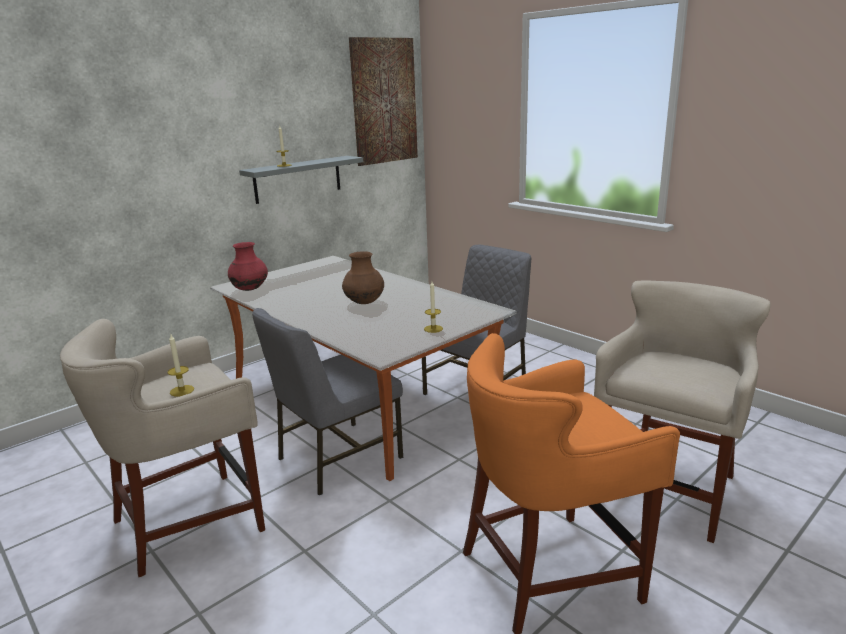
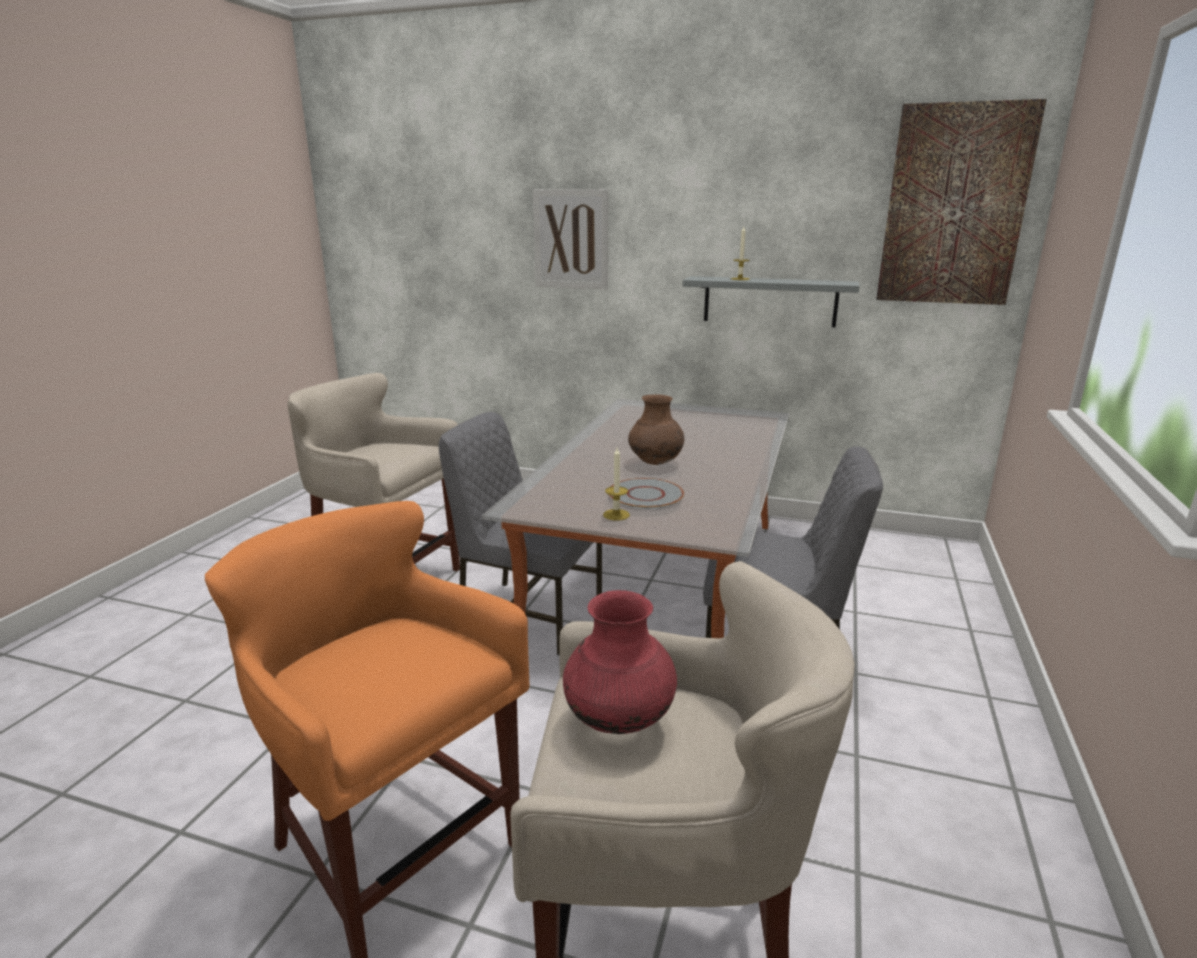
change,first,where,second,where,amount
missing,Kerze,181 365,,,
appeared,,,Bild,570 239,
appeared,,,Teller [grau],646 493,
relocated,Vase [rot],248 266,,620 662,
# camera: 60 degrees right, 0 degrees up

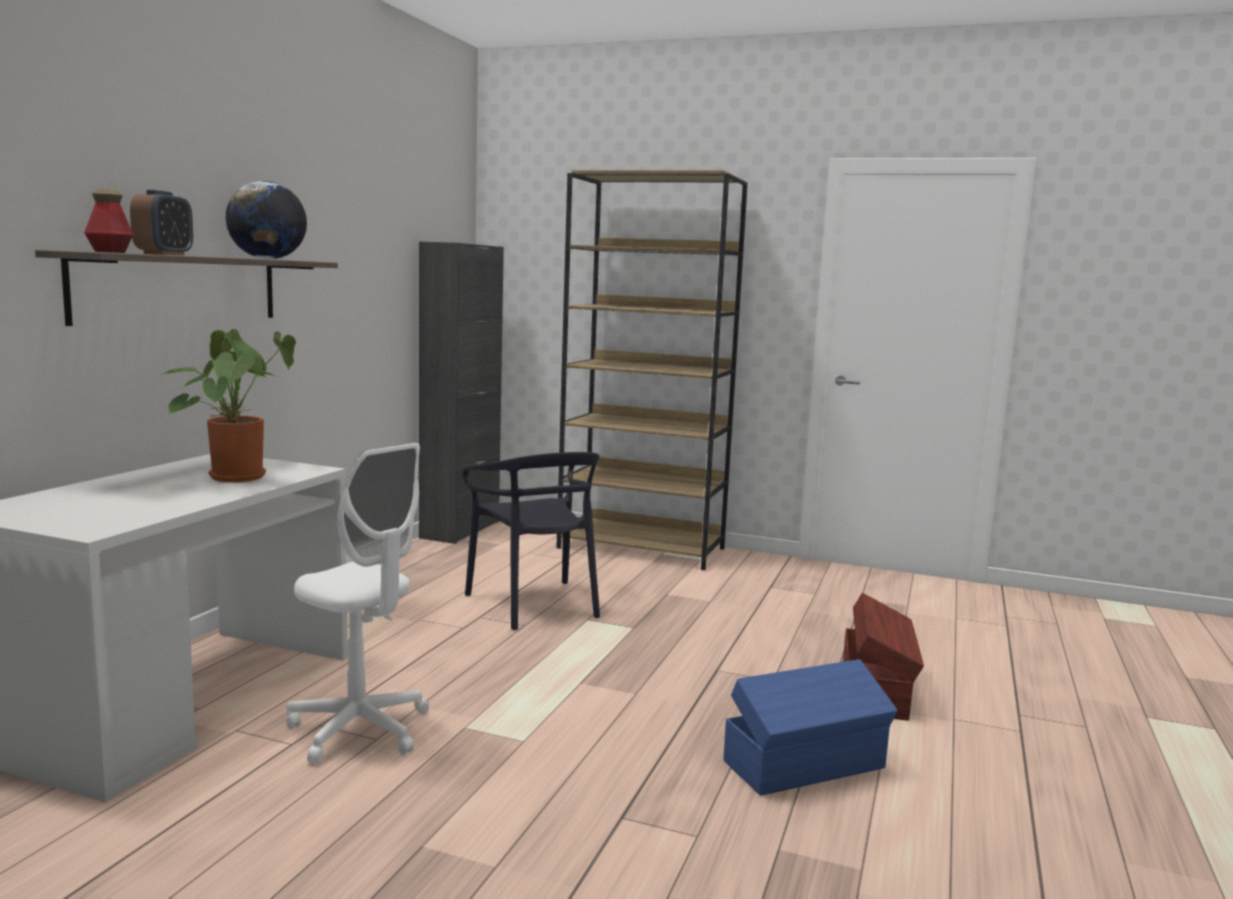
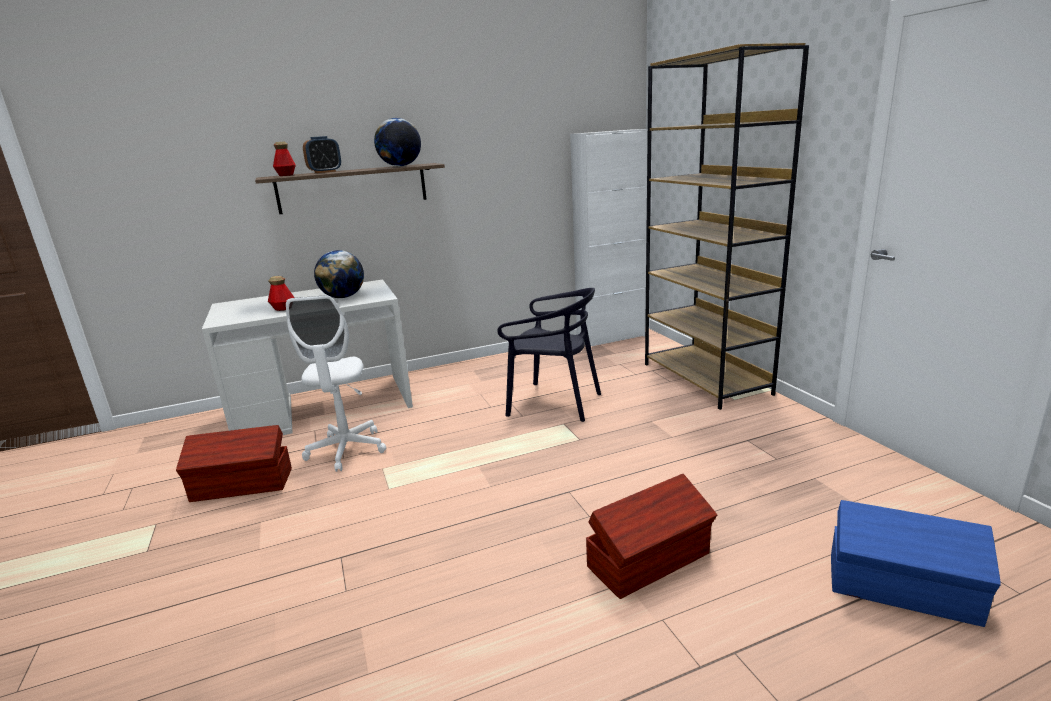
change,first,where,second,where,amount
appeared,,,Aufbewahrungsbox [braun],234 463,
appeared,,,Flasche,281 293,
relocated,Aufbewahrungsbox [blau],811 727,,916 563,
exchanged,Topfpflanze,227 405,Globus,339 274,
colour,Schrank [schwarz],461 393,Schrank [weiß],608 237,
spun,Stuhl [schwarz],531 541,,549 355,90 degrees counterclockwise
# camera: 50 degrees right, 10 degrees up

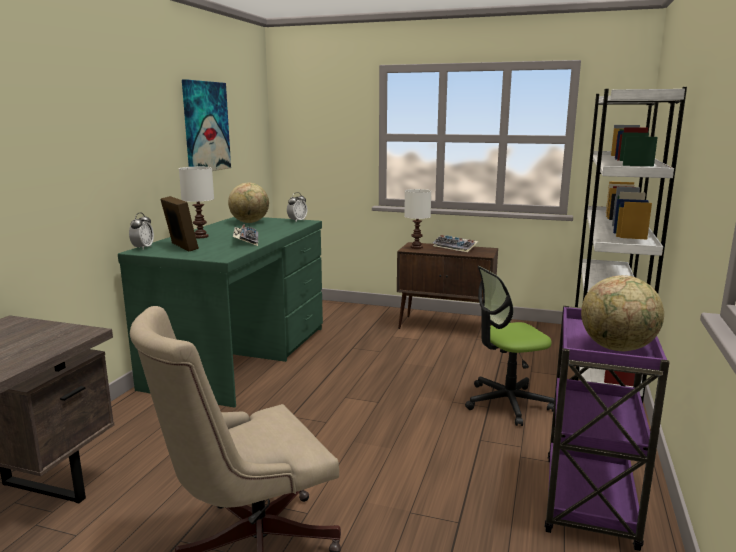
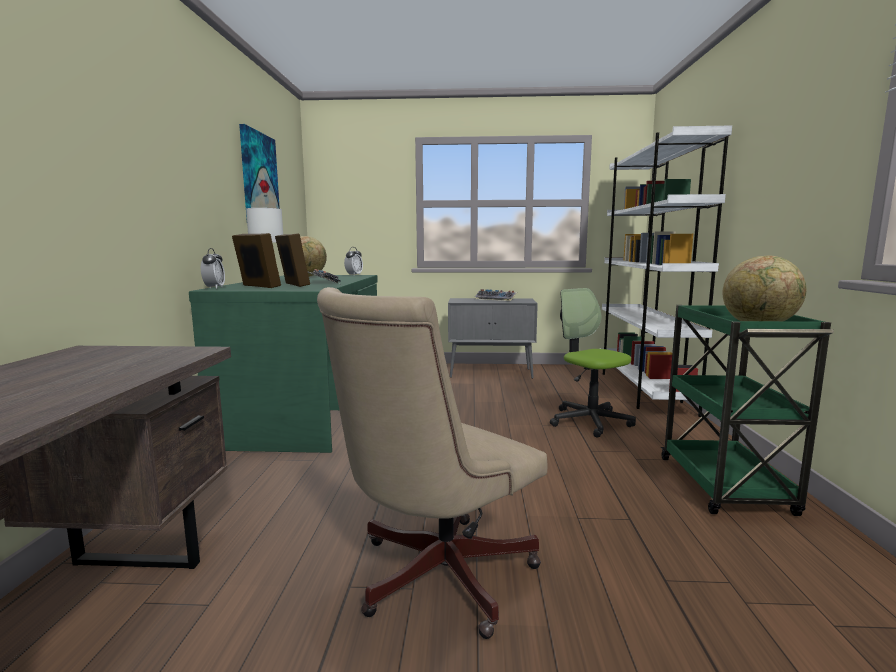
change,first,where,second,where,amount
missing,Tischlampe [weiß],417 219,,,
appeared,,,Bilderrahmen,292 260,
colour,Schrank [braun],447 285,Schrank [grau],493 338,
colour,Rollwagen [lila],607 428,Rollwagen [grün],747 410,
spun,Bürostuhl,509 346,,593 363,90 degrees clockwise
# camera: 15 degrees left, 5 degrees down

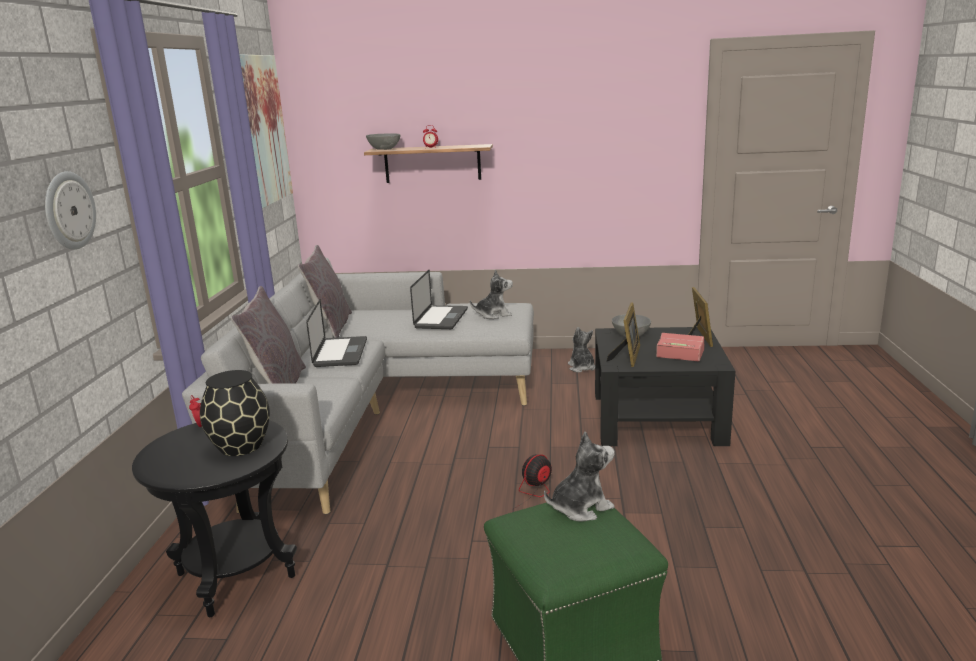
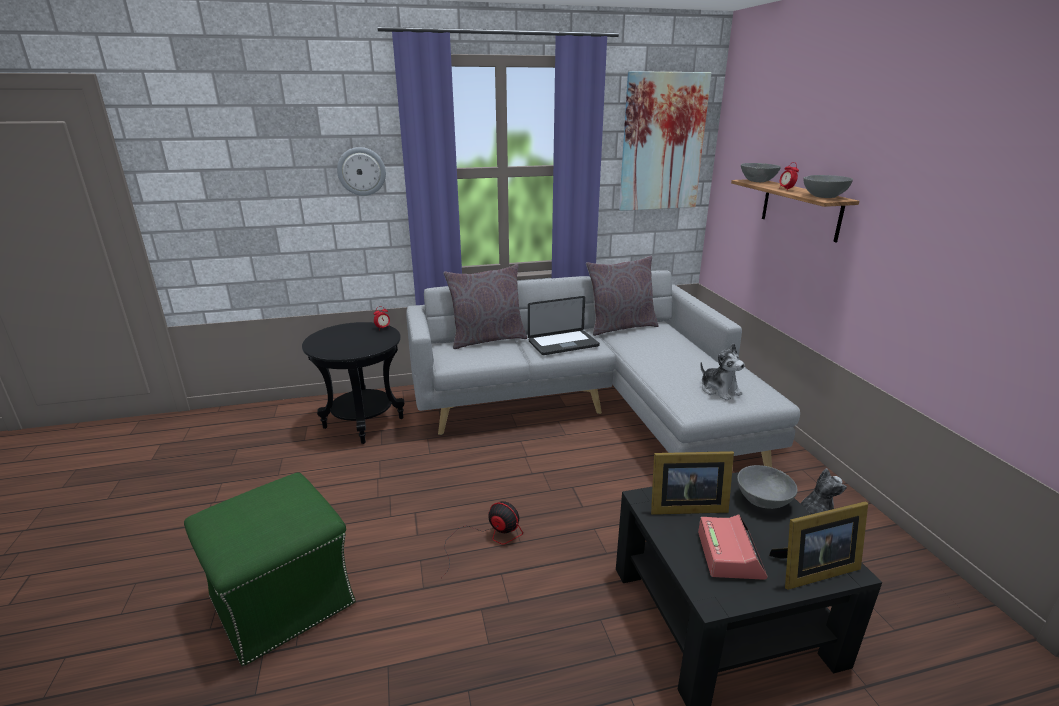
change,first,where,second,where,amount
missing,Vase [schwarz],235 413,,,
missing,Laptop,439 299,,,
missing,Plüschtier,579 477,,,
appeared,,,Schüssel [grau],828 186,
# camera: 70 degrees right, 5 degrees up

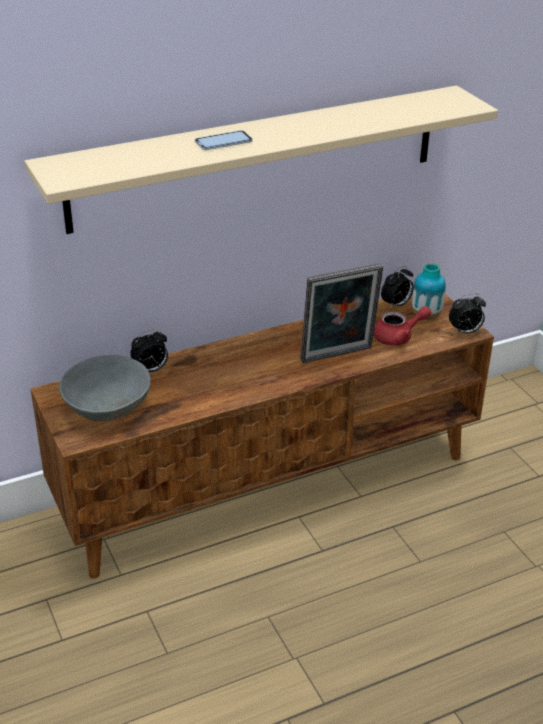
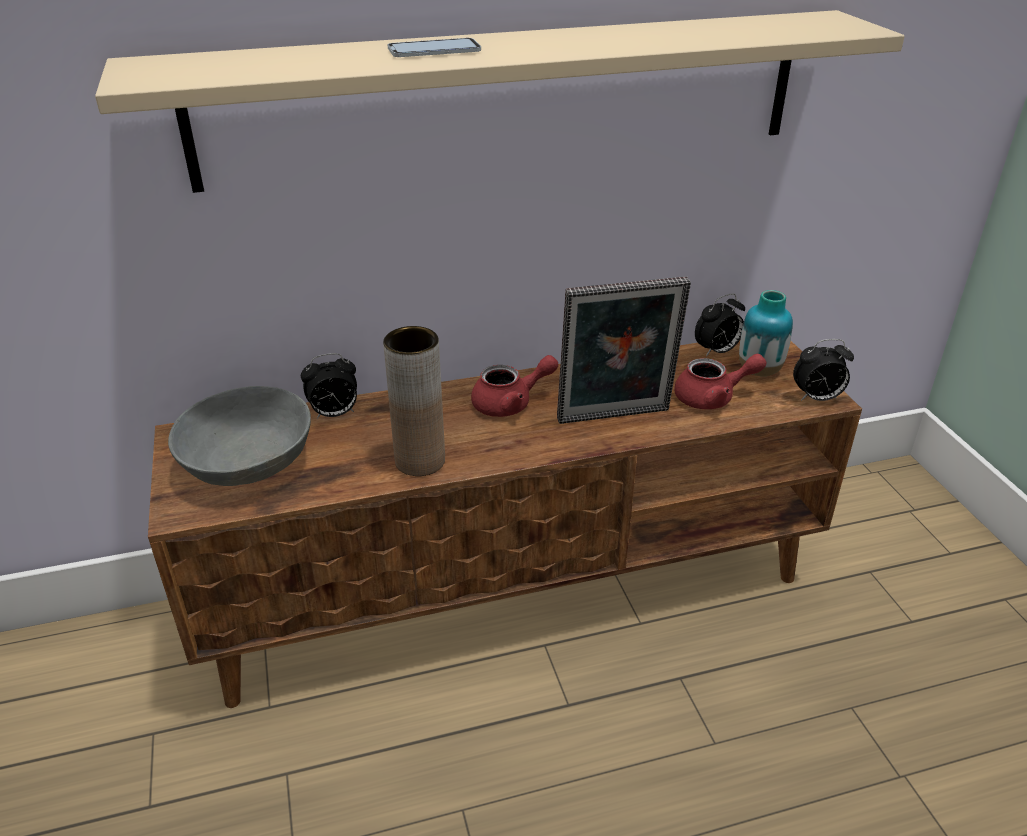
change,first,where,second,where,amount
appeared,,,Vase [braun],414 401,
appeared,,,Teekanne [rot],514 386,
# camera: 10 degrees right, 0 degrees up

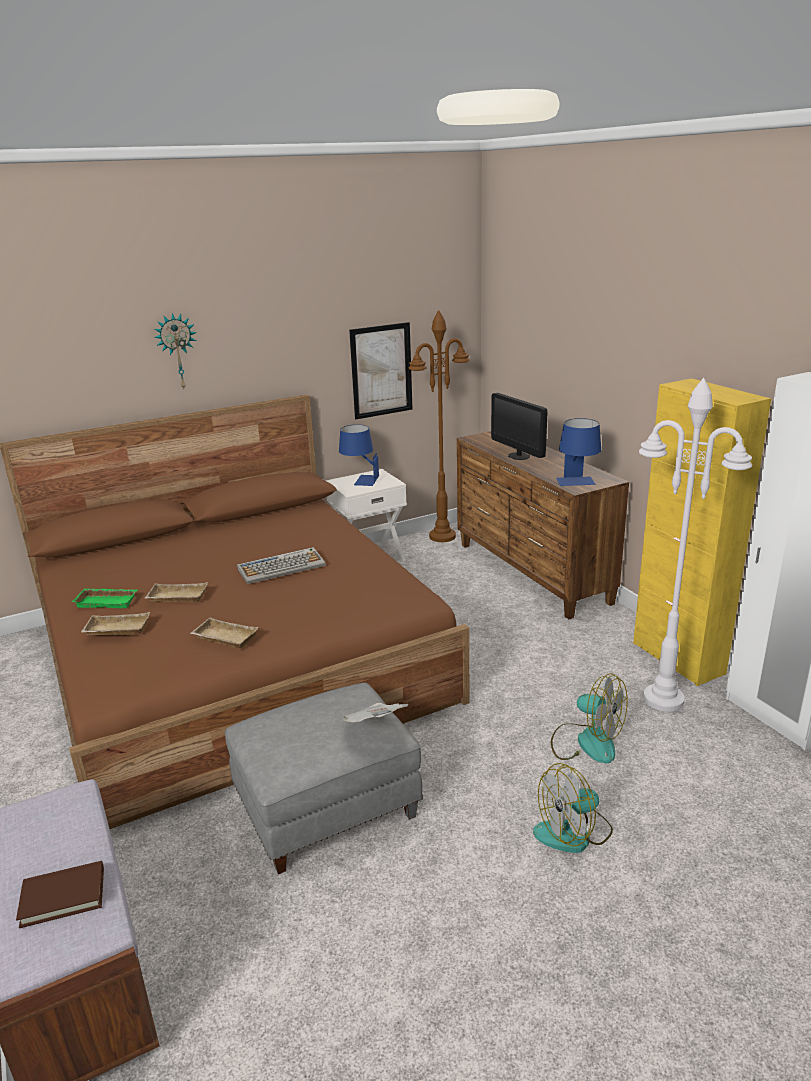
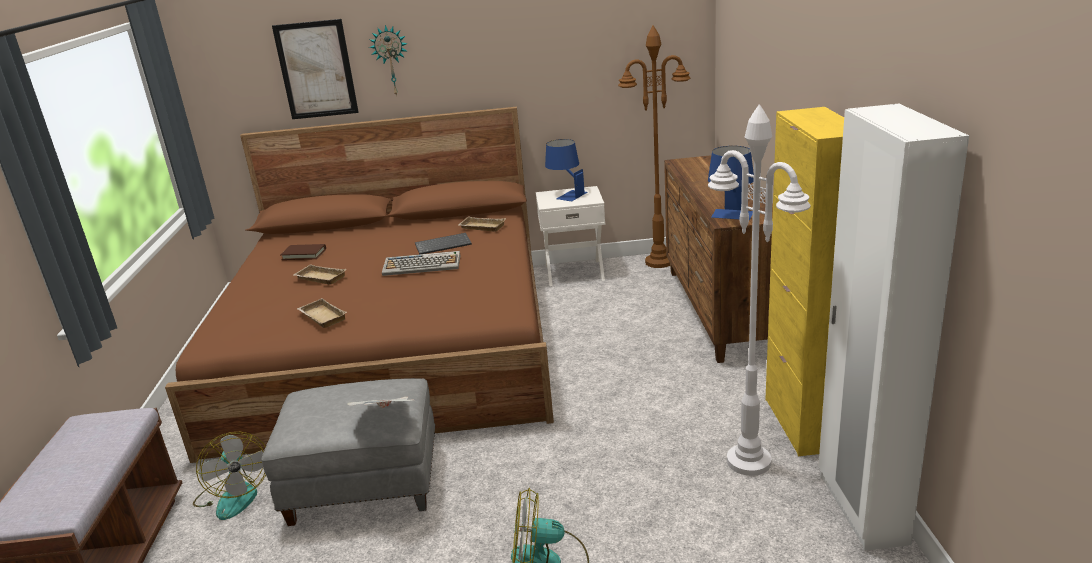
change,first,where,second,where,amount
missing,Tablett [grün],104 598,,,
missing,Monitor,519 426,,,
appeared,,,Tastatur,443 243,
relocated,Buch [braun],60 894,,303 252,
relocated,Tablett [beige],115 623,,482 224,
relocated,Bild,381 370,,315 69,
relocated,Ventilator,589 718,,229 476,
# camera: 25 degrees right, 0 degrees up

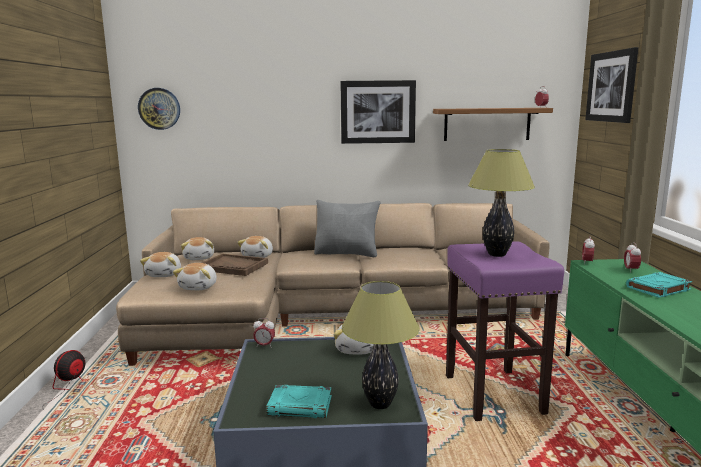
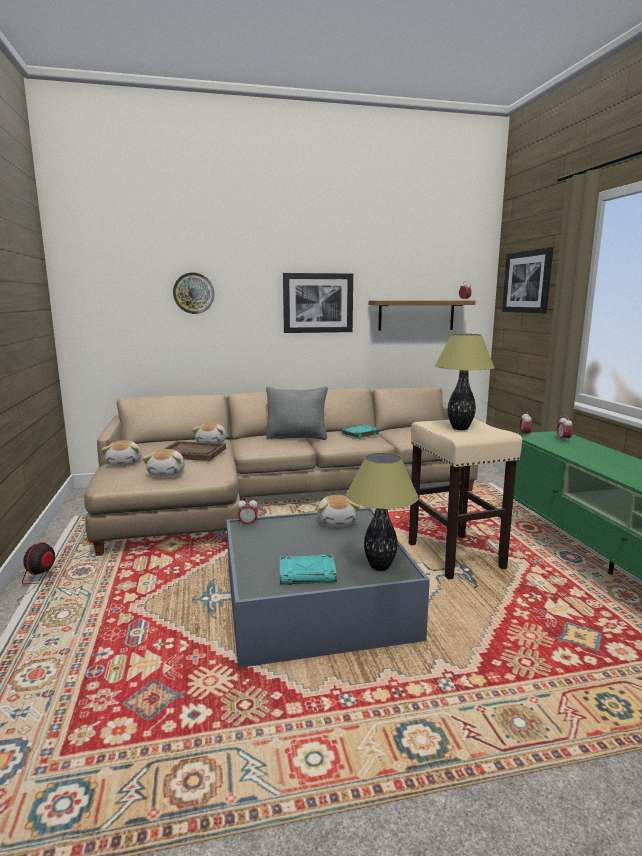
change,first,where,second,where,amount
missing,Plüschtier,197 248,,,
relocated,Wanduhr,159 109,,193 293,
relocated,Buch [türkis],659 285,,360 432,
colour,Hocker [lila],505 331,Hocker [beige],465 499,
# camera: 10 degrees left, 0 degrees up

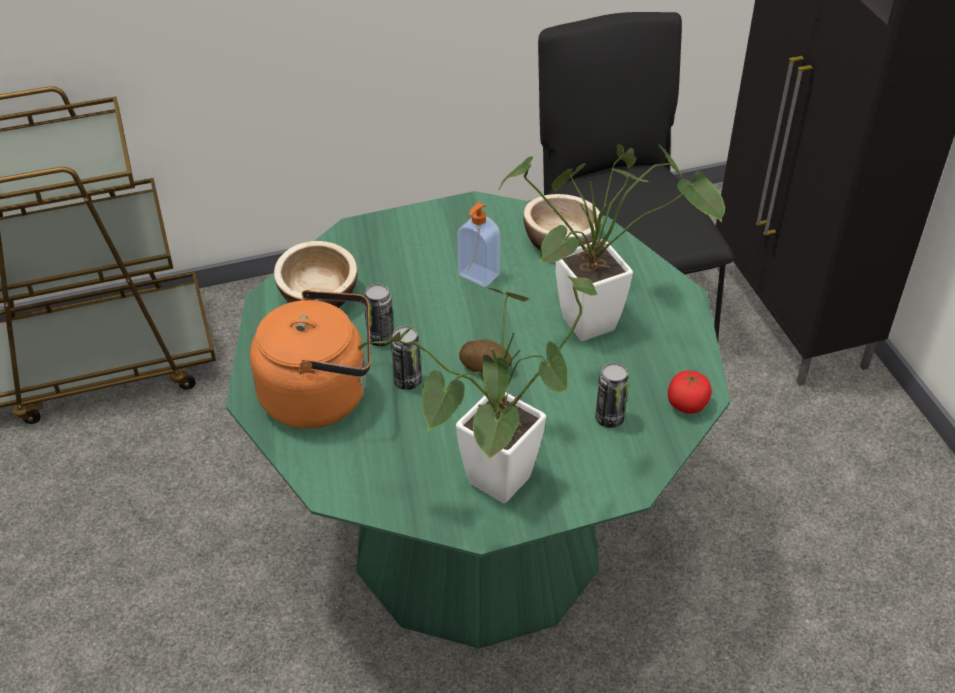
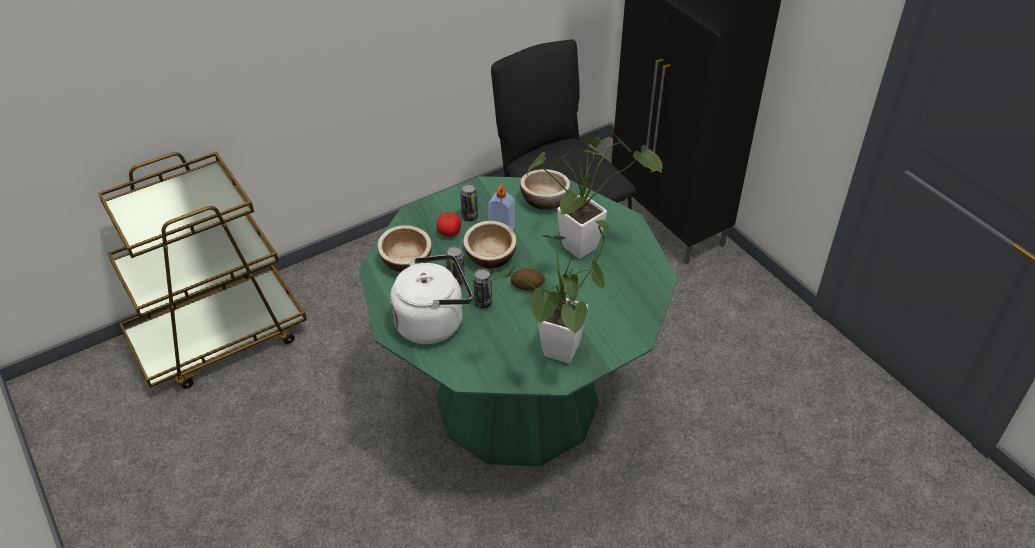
change,first,where,second,where,amount
appeared,,,Schüssel,490 245,
relocated,Dose,612 395,,469 202,
relocated,Tomate,690 392,,448 224,
colour,Wasserkessel [orange],310 359,Wasserkessel [weiß],431 299,
# camera: 15 degrees left, 0 degrees up

